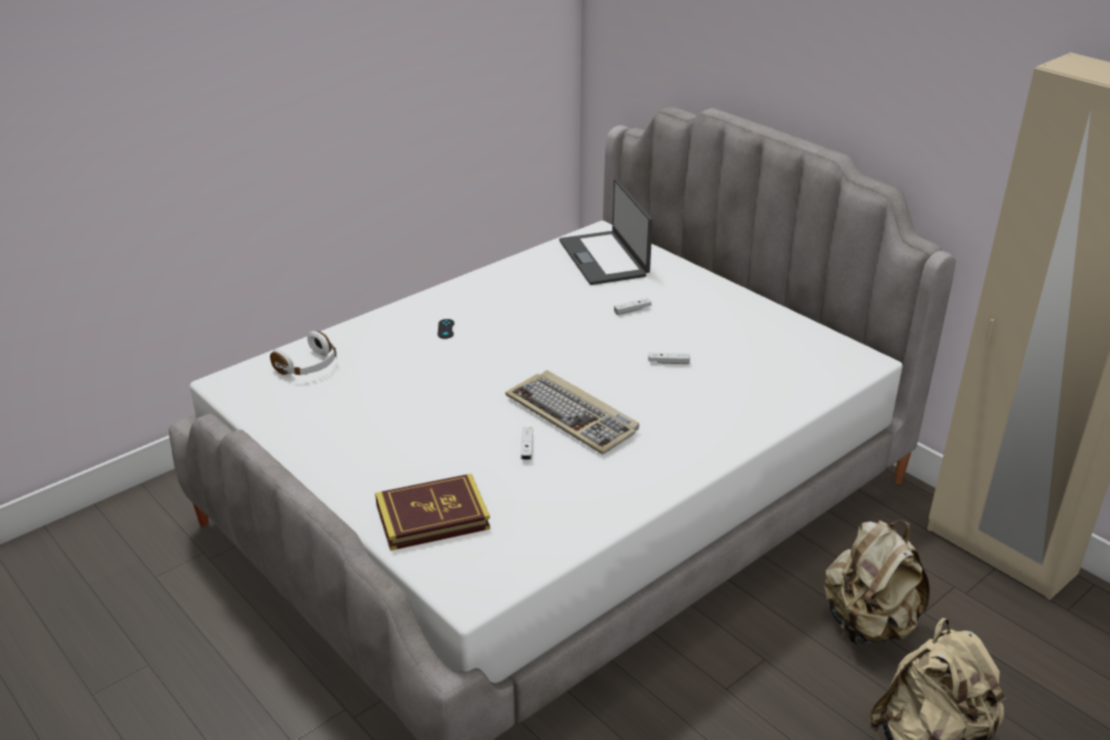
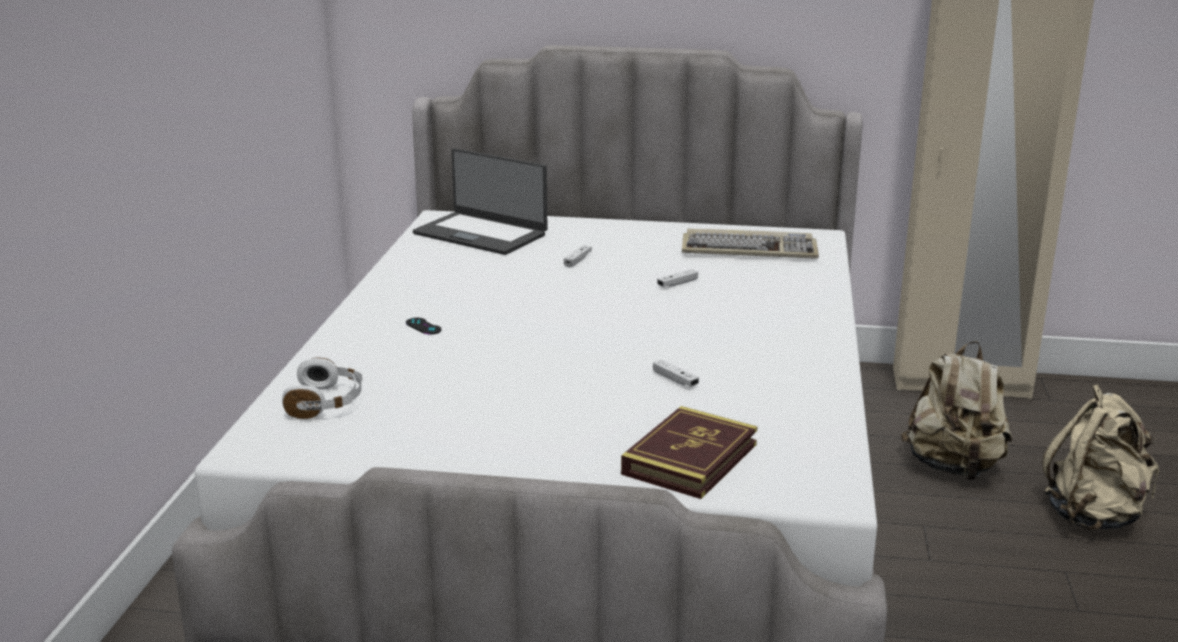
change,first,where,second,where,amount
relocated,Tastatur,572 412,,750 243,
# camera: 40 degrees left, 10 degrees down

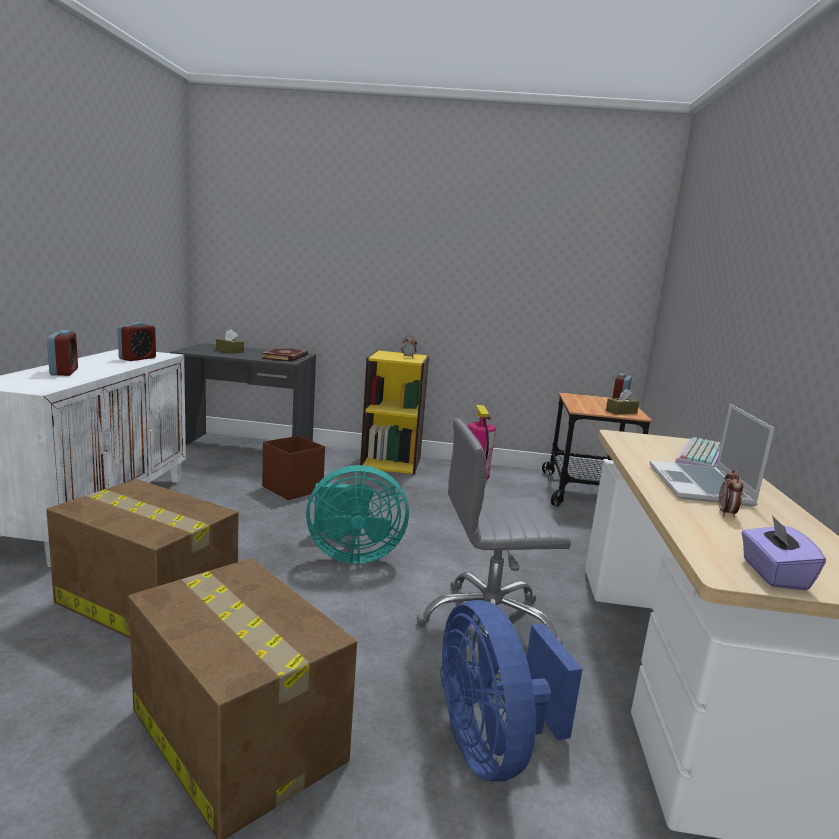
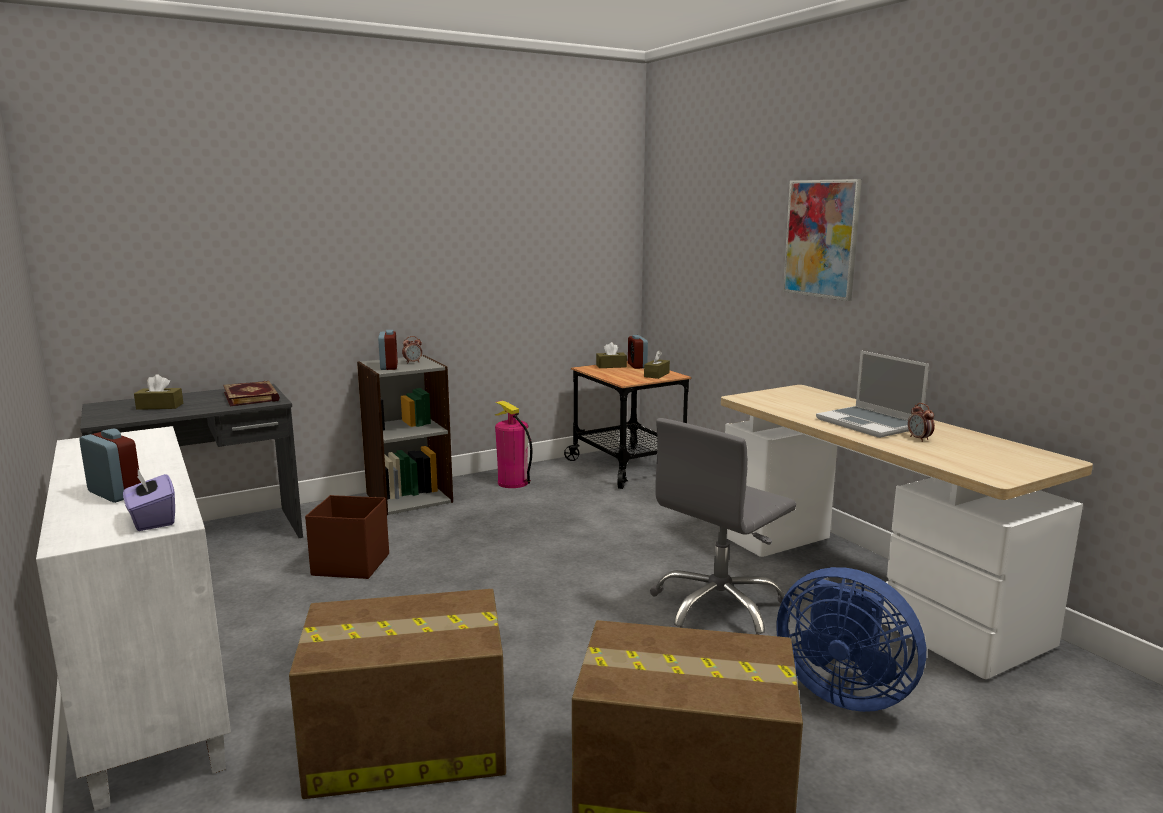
change,first,where,second,where,amount
missing,Ventilator [türkis],357 514,,,
missing,Tastatur,698 452,,,
appeared,,,Taschentuchbox [braun],611 355,
appeared,,,Bild,822 240,
relocated,Wecker,136 341,,388 350,
relocated,Taschentuchbox [lila],784 553,,149 500,
colour,Bücherregal [gelb],394 412,Bücherregal [grau],405 435,
# camera: 35 degrees left, 0 degrees up

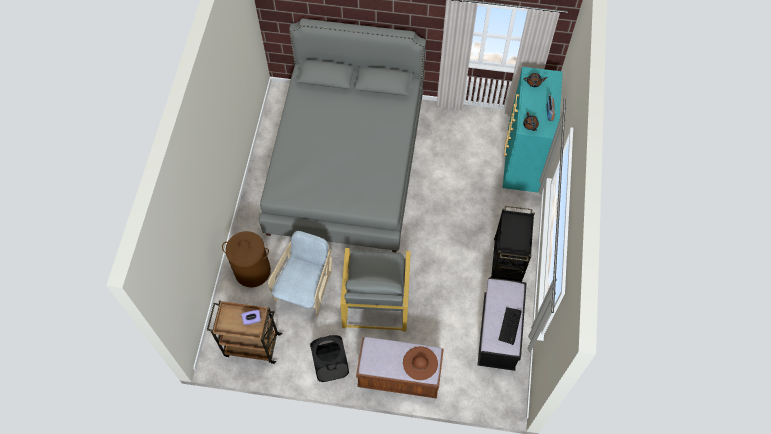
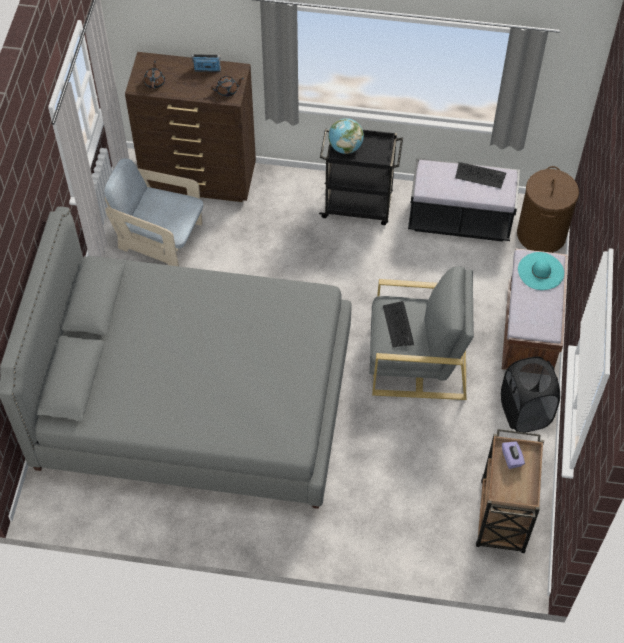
change,first,where,second,where,amount
appeared,,,Globus,346 136,
appeared,,,Tastatur,398 324,
relocated,Wäschekorb [braun],246 259,,548 209,
relocated,Sessel [beige],300 273,,154 212,
colour,Hut [braun],420 363,Hut [türkis],541 271,
colour,Kommode [türkis],533 130,Kommode [braun],190 127,
# camera: 90 degrees left, 5 degrees down

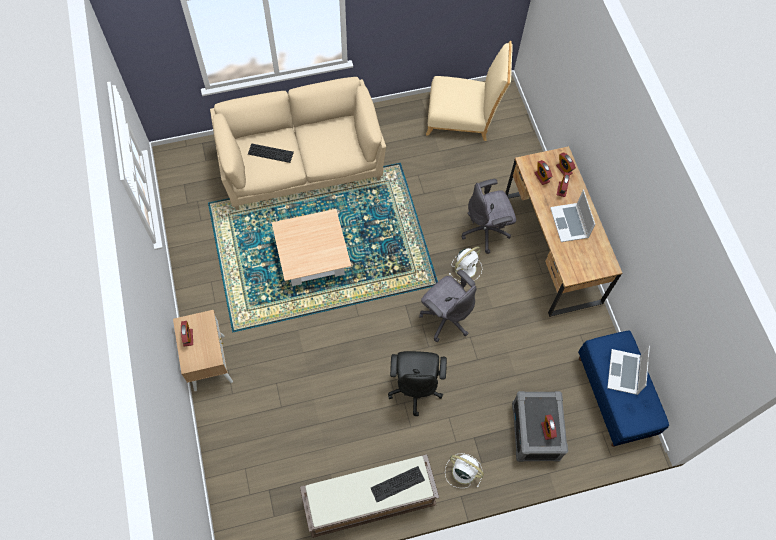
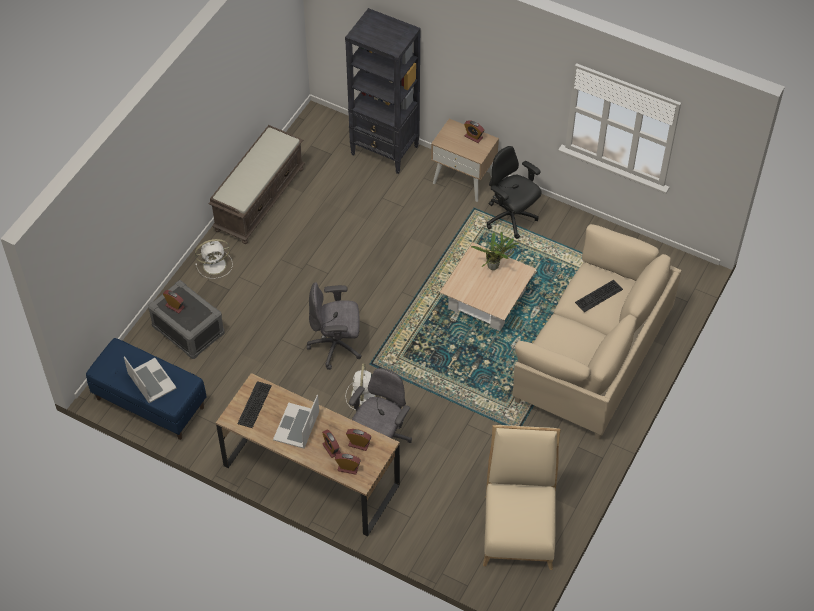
change,first,where,second,where,amount
appeared,,,Bücherregal [schwarz],383 91,
appeared,,,Topfpflanze,495 251,
relocated,Tastatur,398 484,,254 404,
relocated,Bürostuhl [schwarz],417 383,,514 192,
spun,Stuhl [beige],469 91,,522 497,135 degrees clockwise
spun,Laptop,573 216,,296 422,105 degrees counterclockwise
# camera: 135 degrees right, 10 degrees down

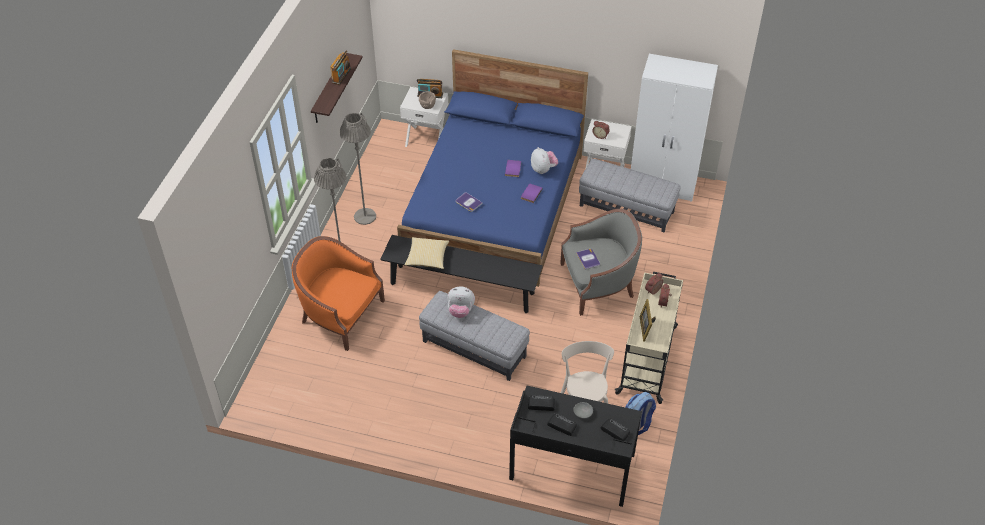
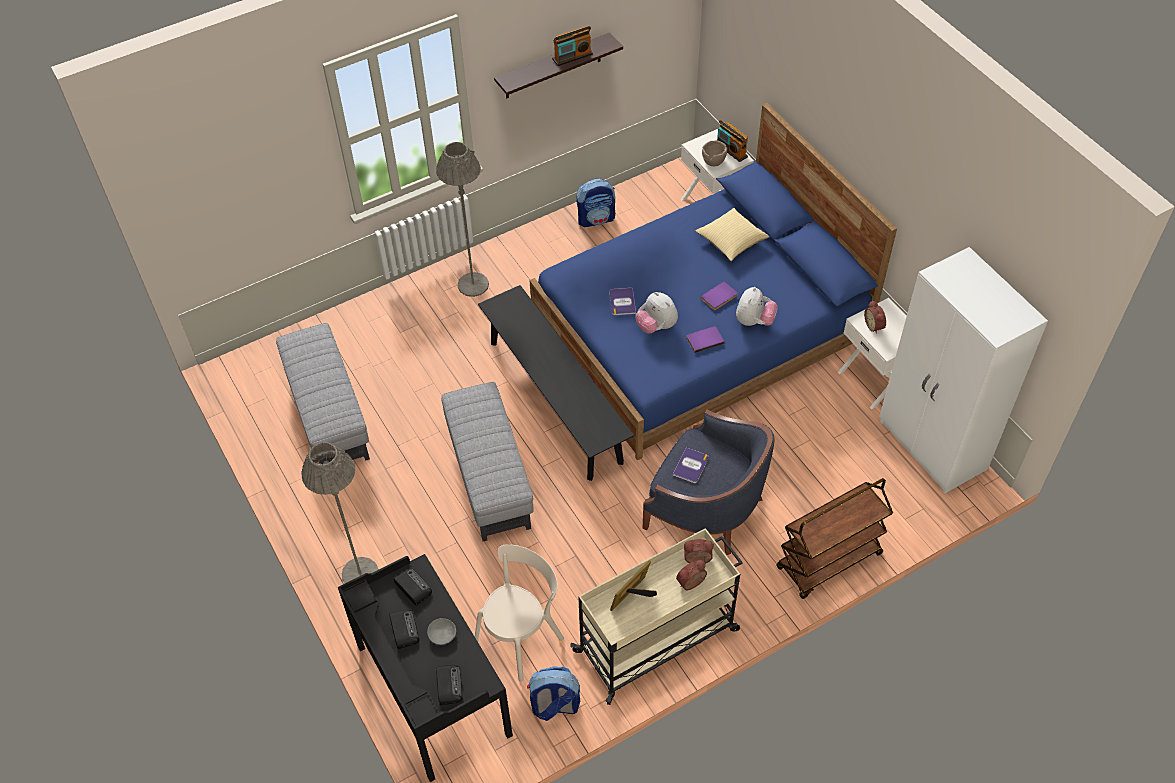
change,first,where,second,where,amount
missing,Sessel [orange],338 293,,,
appeared,,,Rucksack,595 202,
appeared,,,Rollwagen [braun],834 538,
relocated,Stehlampe [grau],357 169,,339 512,
relocated,Kissen,427 253,,732 234,
relocated,Plüschtier,461 302,,656 312,
relocated,Polsterhocker [grau],630 195,,323 394,
colour,Sessel [grau],601 262,Sessel [blau],708 482,
# camera: 45 degrees right, 5 degrees up

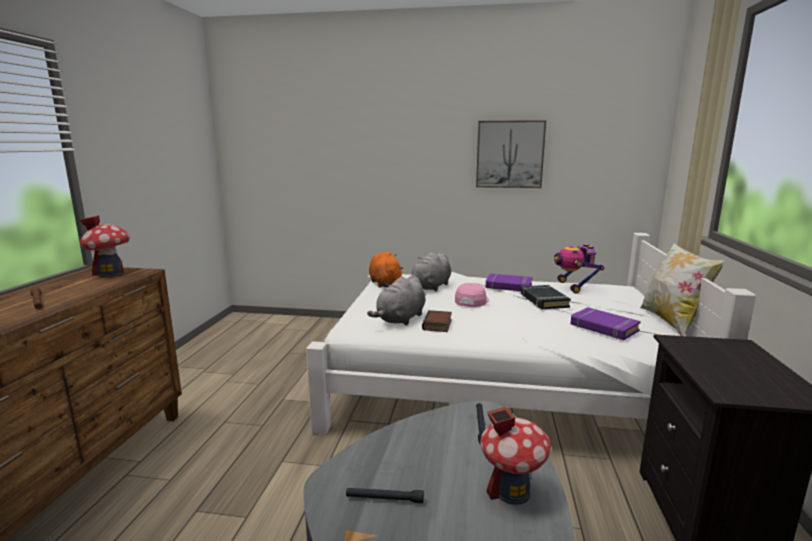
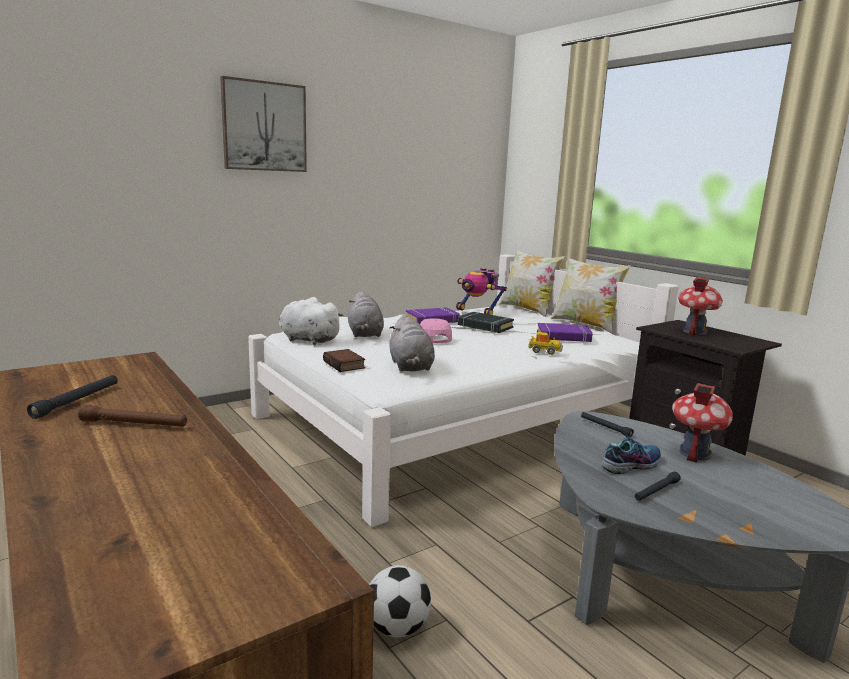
change,first,where,second,where,amount
appeared,,,Taschenlampe [schwarz],72 397,
appeared,,,Fußball,400 601,
appeared,,,Kissen,532 283,
appeared,,,Spielzeugauto,545 343,
appeared,,,Schuh,631 452,
relocated,Spielzeughaus,105 246,,700 306,
relocated,Buch,437 321,,344 360,
relocated,Bild,511 154,,263 124,
colour,Plüschtier [orange],386 269,Plüschtier [weiß],311 321,
# camera: 45 degrees left, 0 degrees up

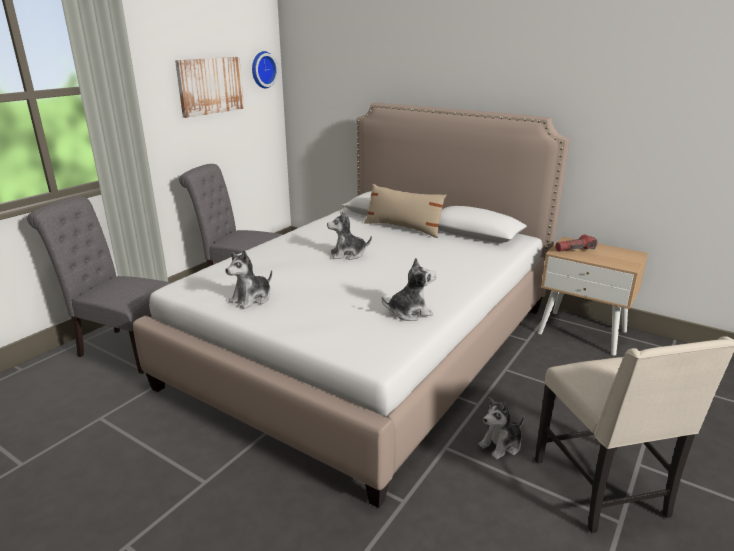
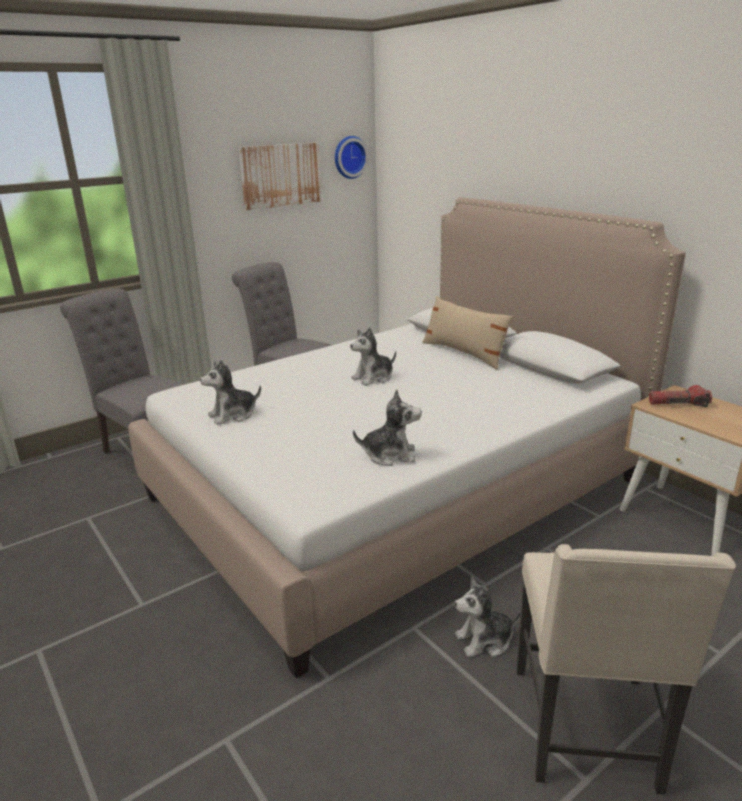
change,first,where,second,where,amount
spun,Plüschtier,349 236,,373 356,45 degrees counterclockwise
# camera: 20 degrees right, 0 degrees up

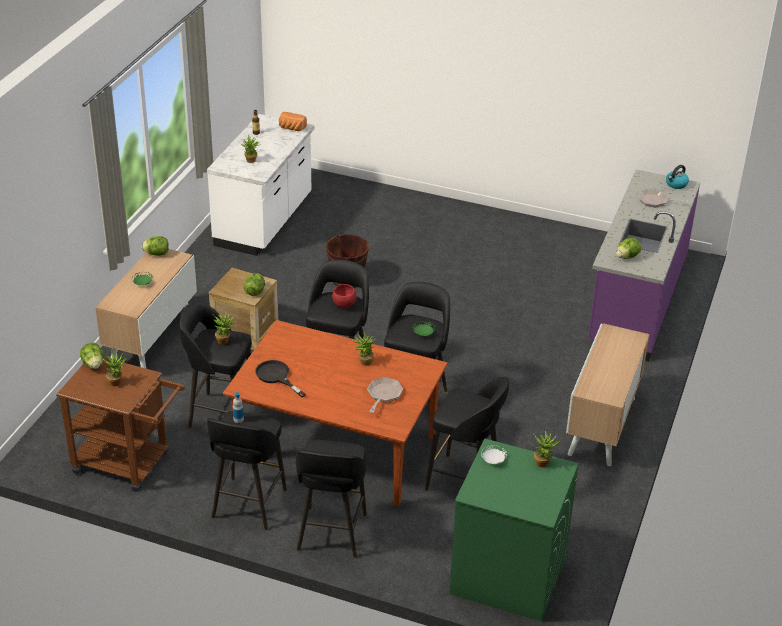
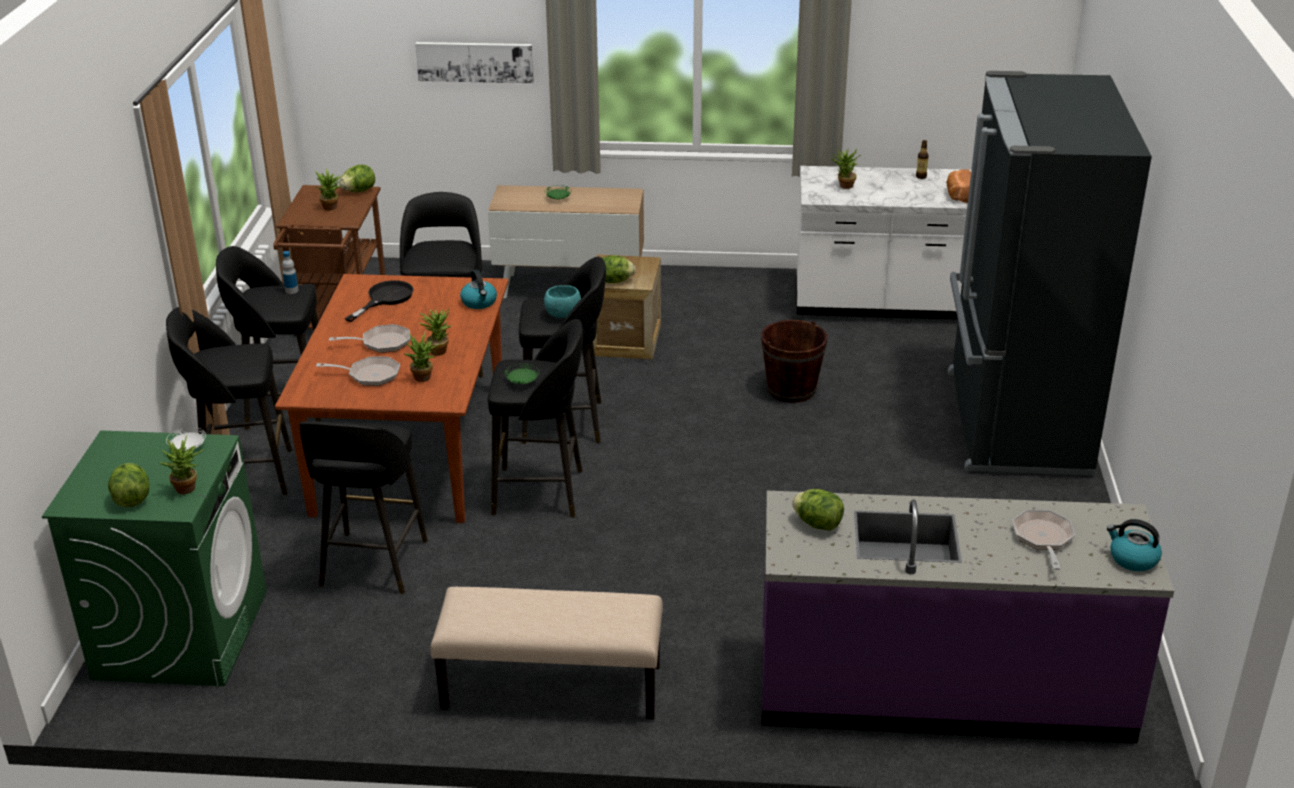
change,first,where,second,where,amount
appeared,,,Pfanne,369 338,
appeared,,,Bild,474 62,
appeared,,,Wasserkessel,478 289,
appeared,,,Kühlschrank [schwarz],1050 273,
relocated,Salatkopf,155 246,,128 485,
relocated,Topfpflanze,224 329,,422 356,
exchanged,Schrank,608 394,Bank [beige],546 653,
colour,Schüssel [rot],344 296,Schüssel [türkis],562 301,
# camera: 75 degrees right, 5 degrees down

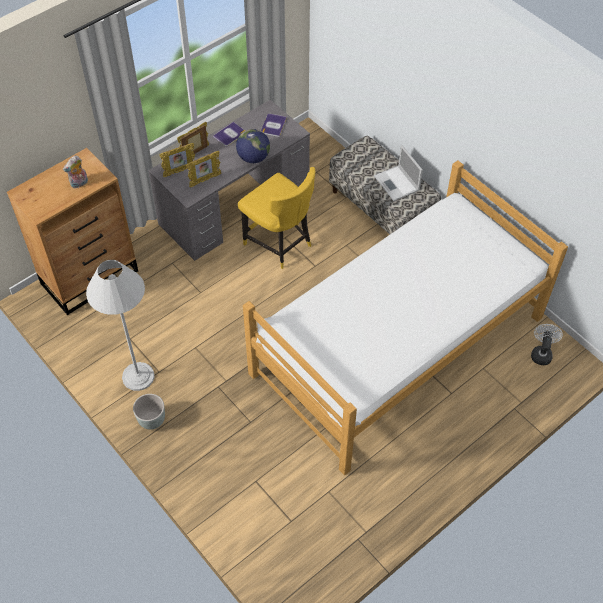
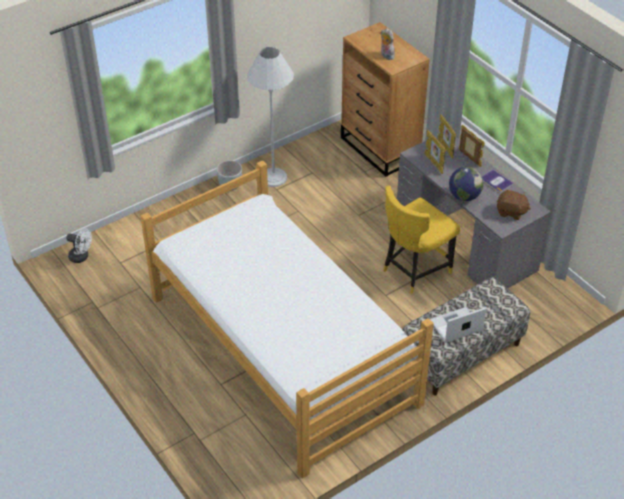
change,first,where,second,where,amount
relocated,Ventilator [weiß],547 344,,79 245,
exchanged,Buch,274 125,Plüschtier [braun],514 205,
# camera: 95 degrees right, 10 degrees down

